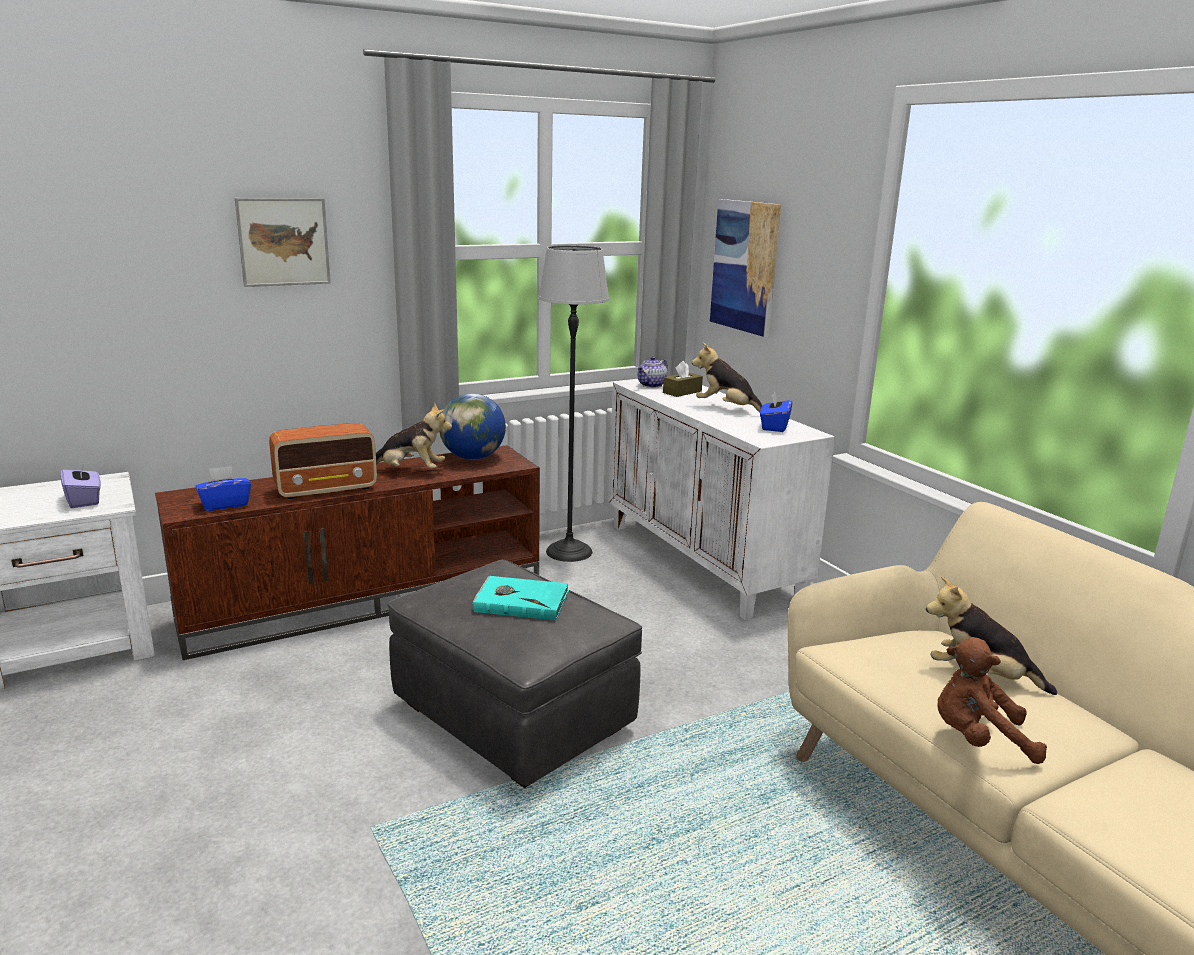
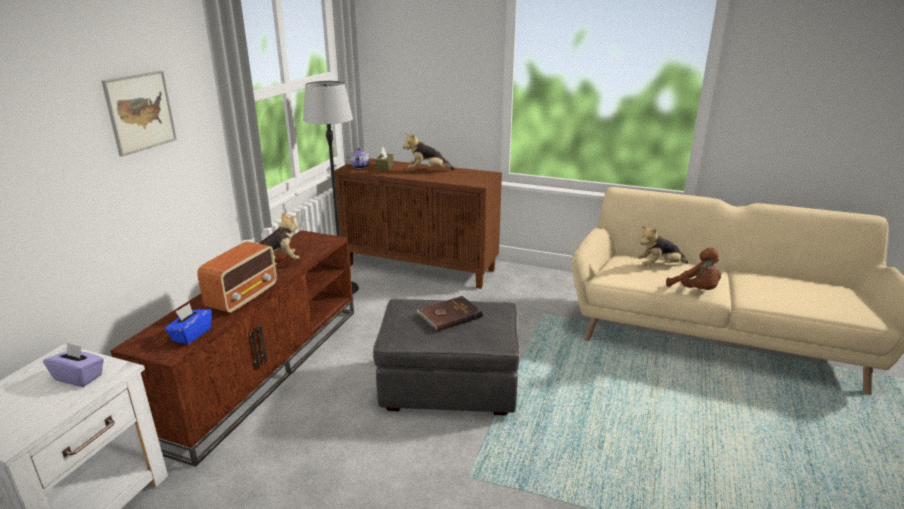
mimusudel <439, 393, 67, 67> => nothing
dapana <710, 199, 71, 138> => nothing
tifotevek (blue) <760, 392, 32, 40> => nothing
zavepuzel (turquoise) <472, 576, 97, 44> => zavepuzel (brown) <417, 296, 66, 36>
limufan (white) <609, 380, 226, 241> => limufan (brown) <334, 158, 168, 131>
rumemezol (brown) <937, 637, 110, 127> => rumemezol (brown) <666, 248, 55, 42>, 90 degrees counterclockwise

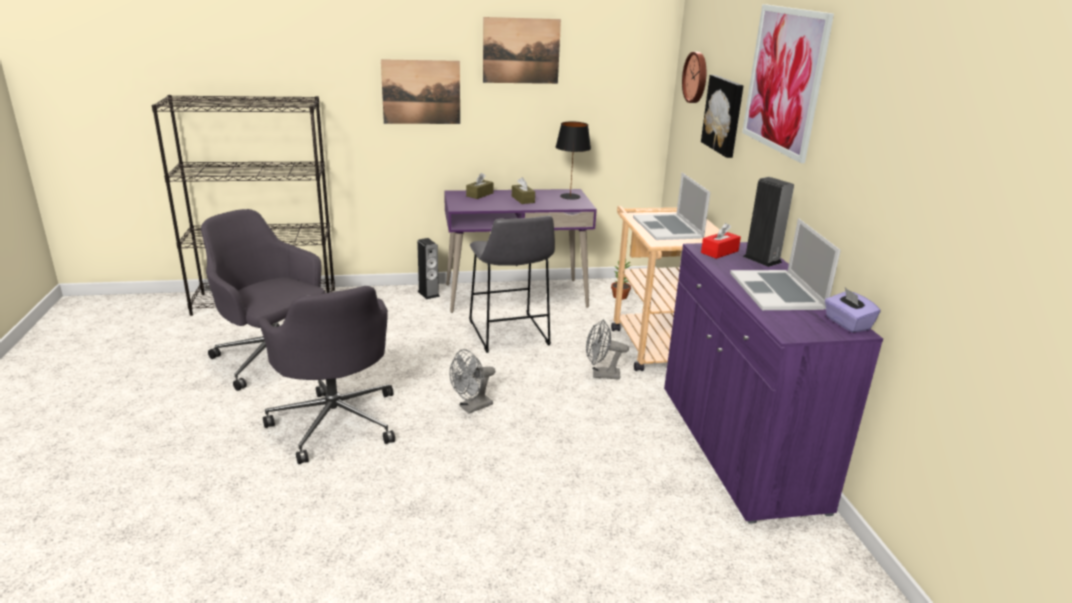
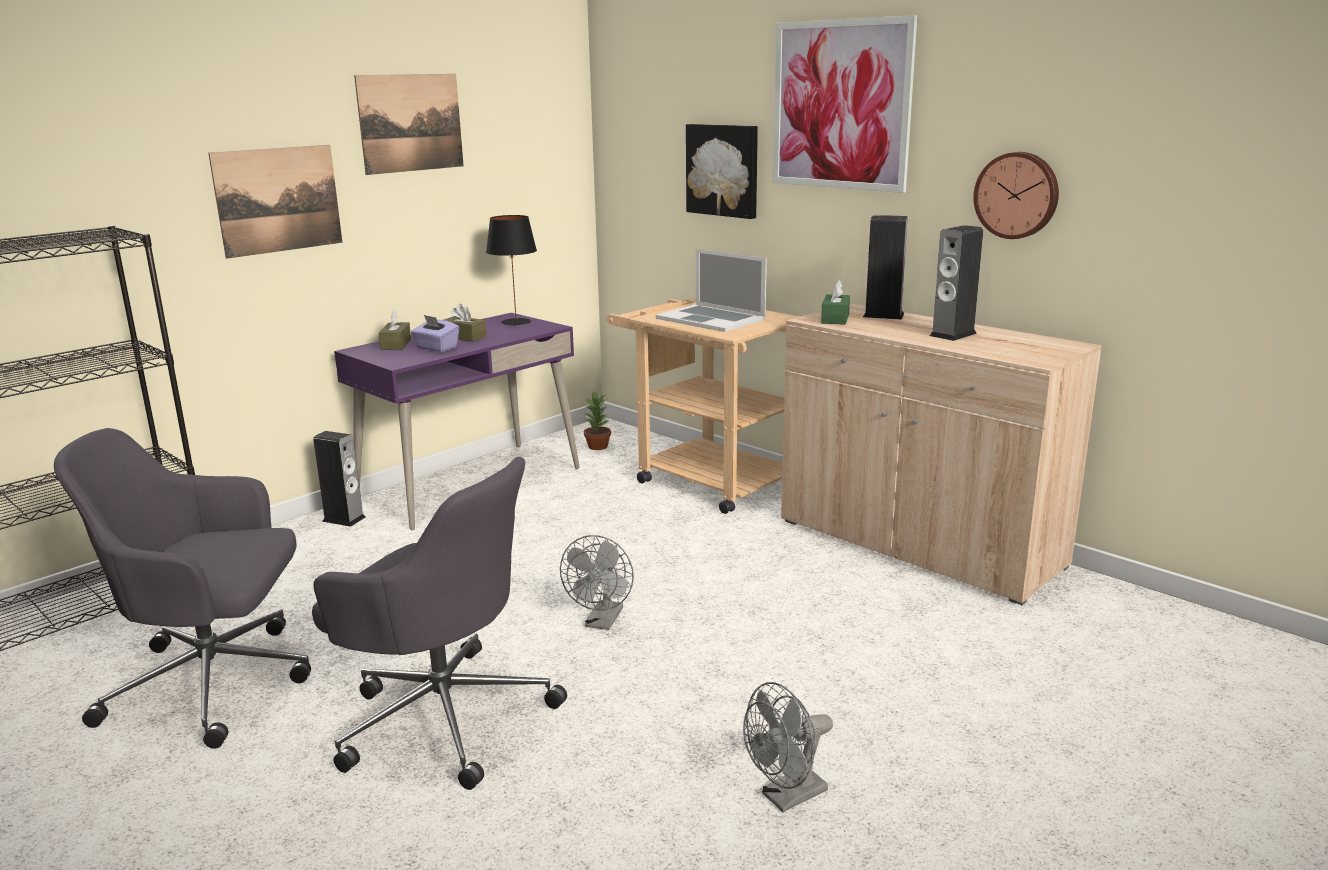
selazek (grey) <469, 216, 86, 137> => nothing
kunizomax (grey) <586, 320, 43, 59> => kunizomax (grey) <743, 682, 90, 130>, shifted
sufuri <682, 52, 24, 51> => sufuri <973, 152, 86, 87>, shifted
tifotevek (purple) <825, 288, 56, 45> => tifotevek (purple) <411, 315, 48, 37>, shifted
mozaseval <730, 218, 111, 92> => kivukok <930, 225, 53, 116>
limufan (purple) <664, 242, 219, 282> => limufan (beige) <781, 303, 321, 302>
tifotevek (red) <701, 223, 40, 36> => tifotevek (green) <821, 281, 29, 44>

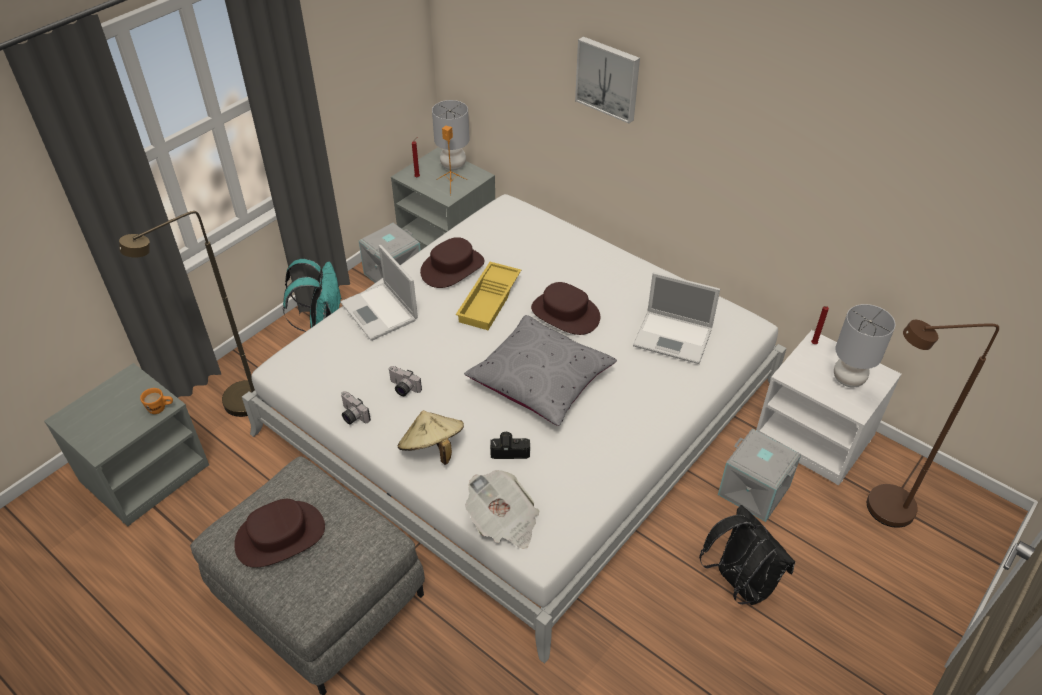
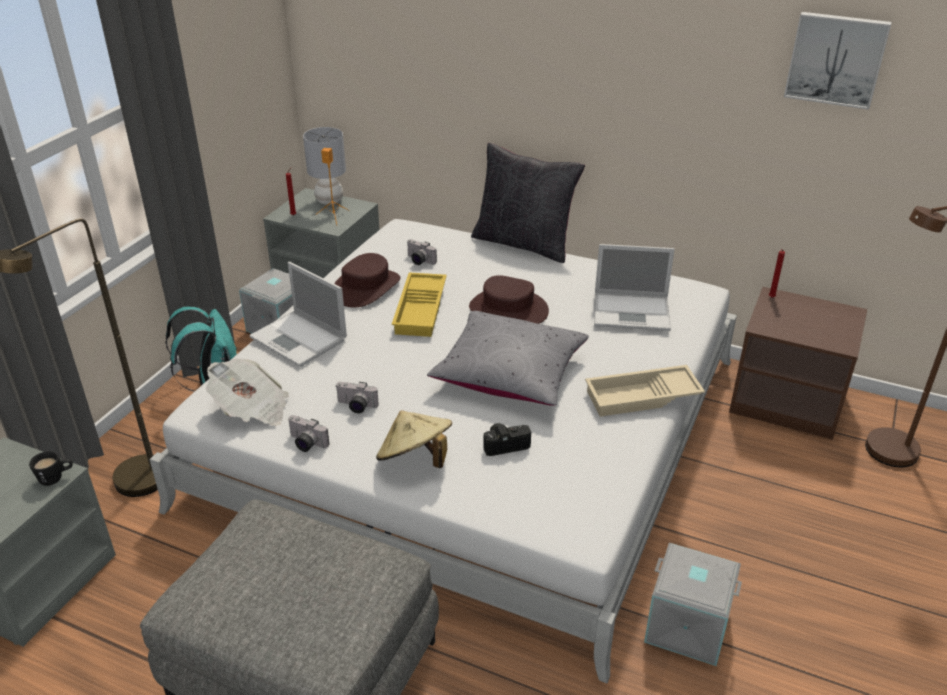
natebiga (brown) <234, 499, 91, 69> => nothing
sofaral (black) <699, 505, 96, 100> => nothing
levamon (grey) <834, 304, 61, 83> => nothing
nothing => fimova <407, 239, 30, 26>
nothing => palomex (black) <471, 143, 114, 120>
nothing => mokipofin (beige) <585, 365, 120, 52>
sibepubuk <465, 470, 75, 79> => sibepubuk <206, 359, 83, 67>, shifted
dapana <575, 36, 65, 87> => dapana <784, 12, 108, 98>, shifted
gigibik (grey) <718, 429, 83, 93> => gigibik (grey) <644, 543, 98, 123>, shifted
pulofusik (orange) <140, 388, 33, 26> => pulofusik (black) <29, 451, 44, 35>
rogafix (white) <756, 330, 145, 156> => rogafix (brown) <729, 287, 138, 153>

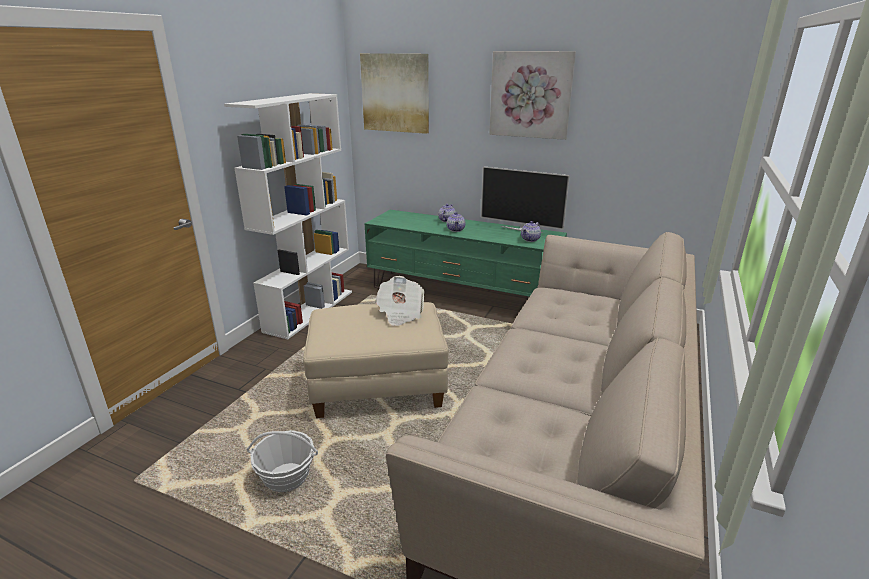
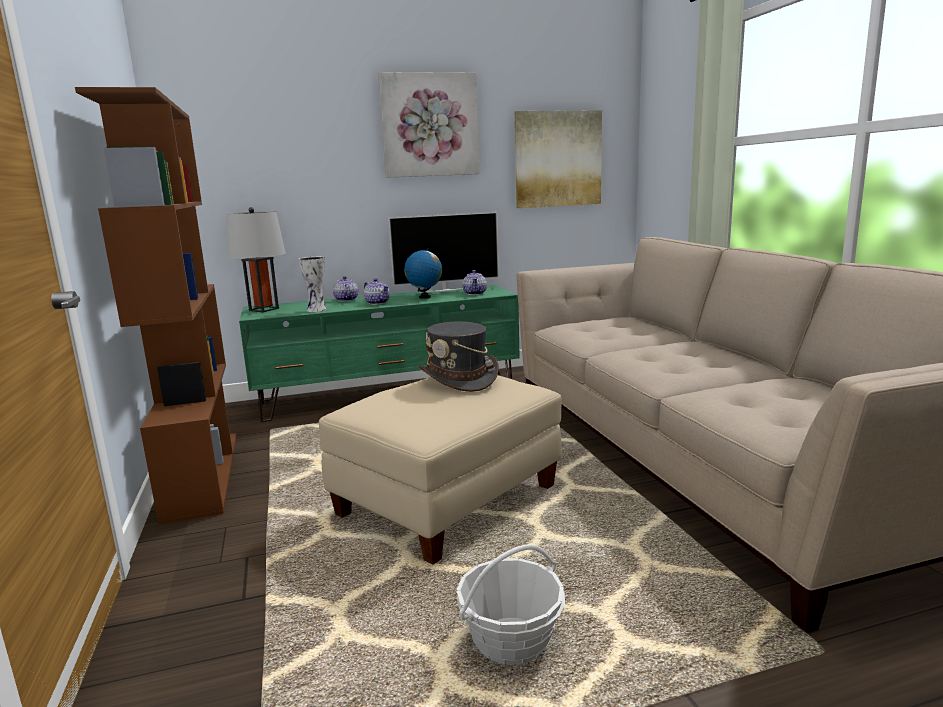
nothing => levamon (grey) <227, 207, 59, 105>
nothing => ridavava <298, 257, 29, 55>
nothing => mimusudel <404, 248, 38, 51>
dapana <360, 53, 69, 81> => dapana <515, 110, 87, 98>, shifted
sibepubuk <375, 276, 50, 50> => natebiga (grey) <419, 321, 80, 71>
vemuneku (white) <224, 93, 128, 246> => vemuneku (brown) <75, 87, 161, 438>

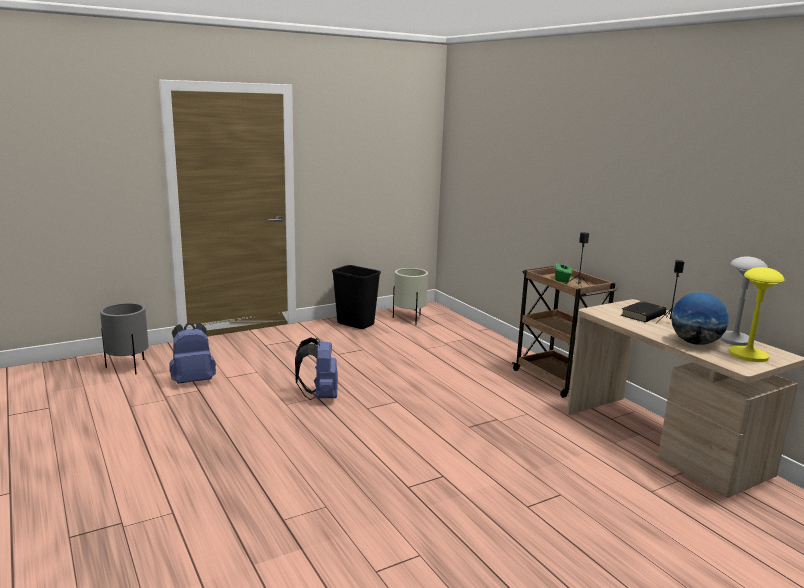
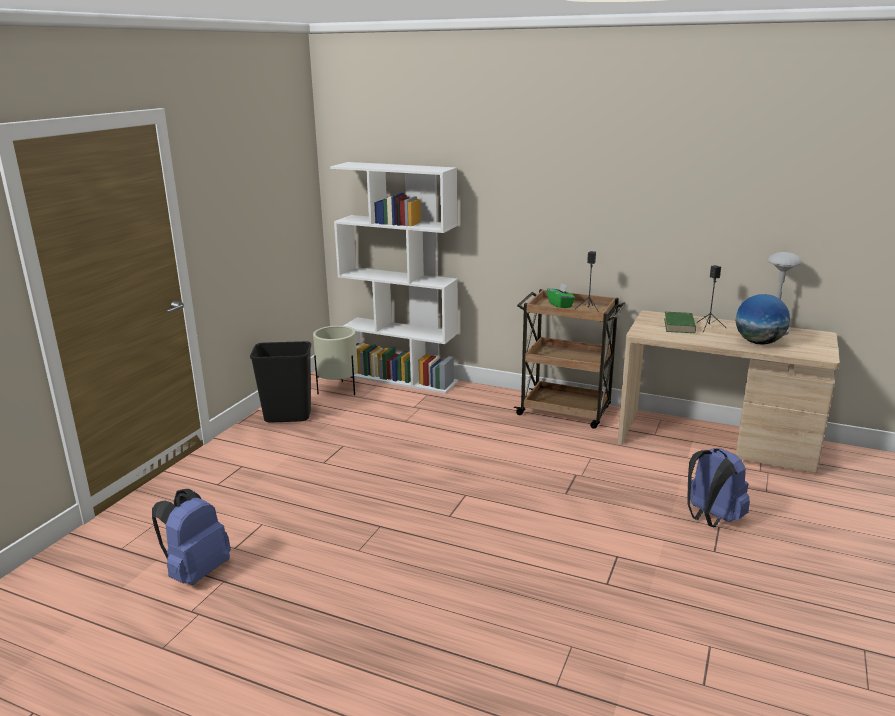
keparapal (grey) <100, 303, 49, 71> => nothing
levamon (yellow) <729, 267, 56, 95> => nothing
nothing => vemuneku (white) <330, 162, 128, 232>
sofaral (blue) <295, 337, 43, 63> => sofaral (blue) <687, 448, 63, 79>, shifted
zavepuzel (black) <621, 301, 45, 21> => zavepuzel (green) <664, 312, 32, 21>

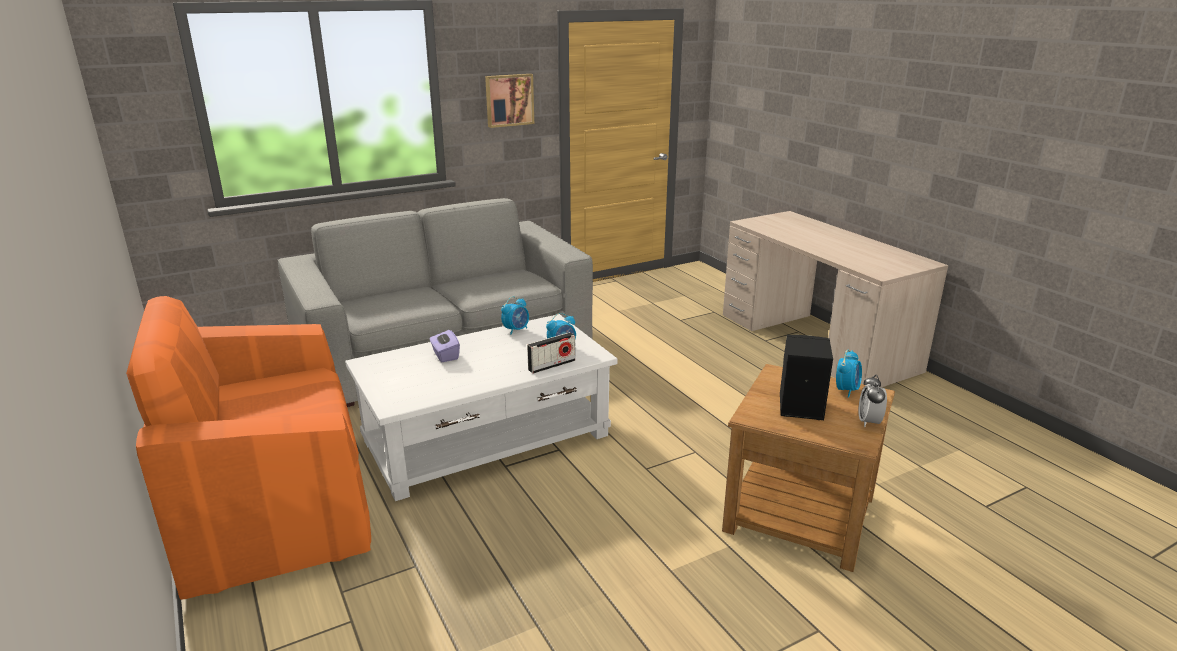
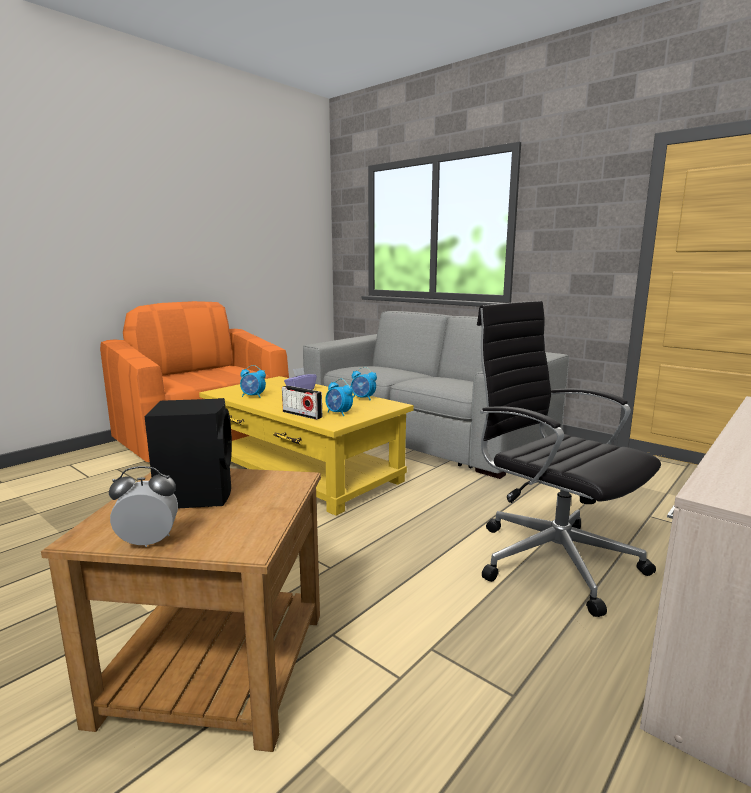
dapana <485, 74, 49, 54> => nothing
nothing => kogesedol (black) <477, 301, 184, 316>
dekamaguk <836, 350, 26, 48> => dekamaguk <240, 365, 26, 33>, shifted
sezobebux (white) <345, 314, 272, 187> => sezobebux (yellow) <199, 376, 215, 140>

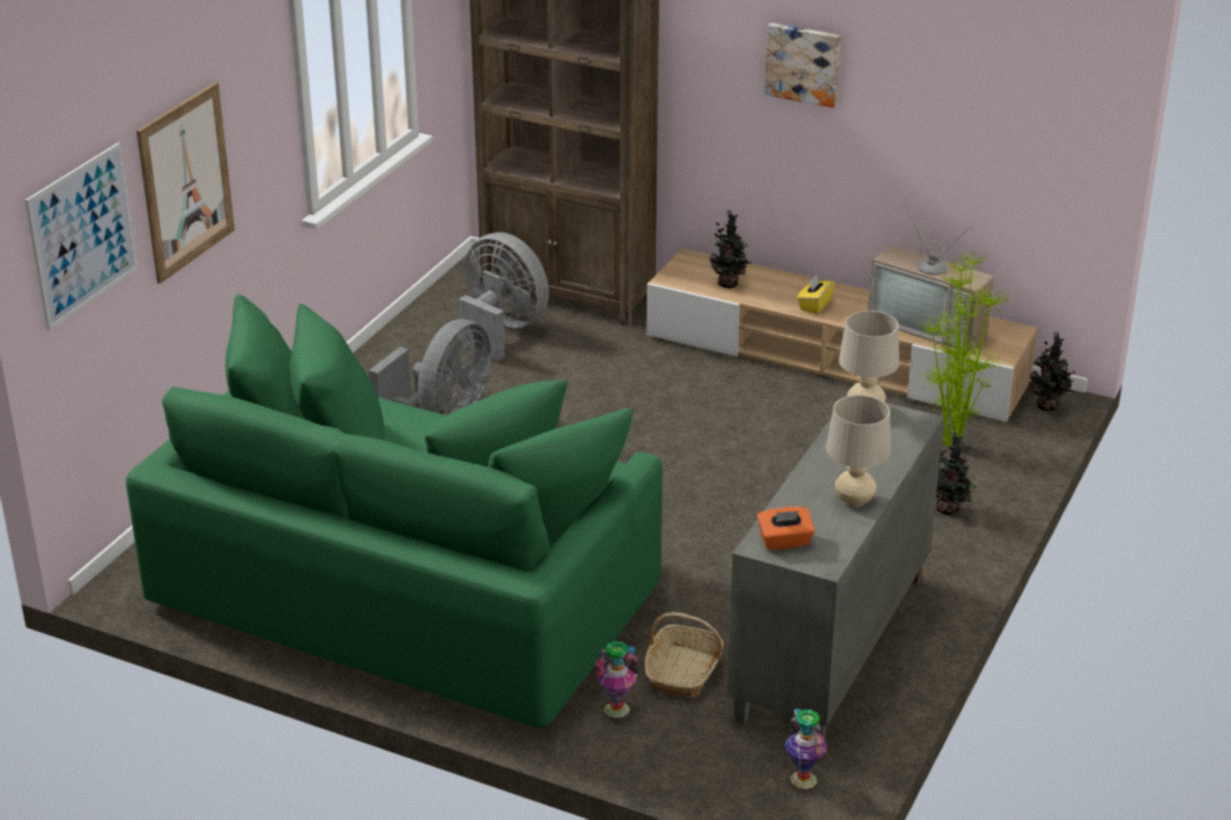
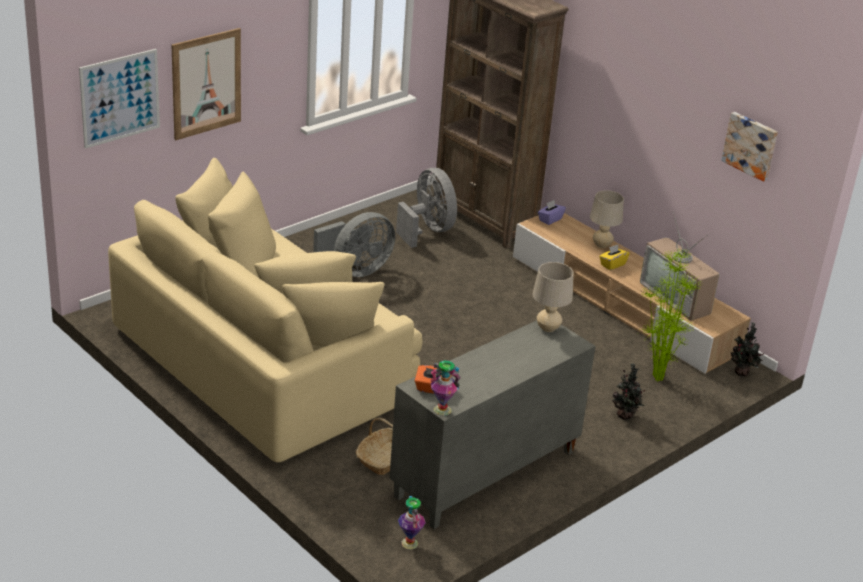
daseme <709, 209, 43, 79> => nothing
nothing => tifotevek (purple) <538, 200, 28, 25>
ridavava <595, 641, 43, 77> => ridavava <430, 361, 31, 55>, shifted
dapana <765, 23, 76, 85> => dapana <721, 112, 57, 70>, shifted
levamon (beige) <826, 395, 65, 112> => levamon (beige) <590, 191, 34, 57>, shifted
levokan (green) <126, 294, 537, 434> => levokan (beige) <108, 158, 315, 304>

